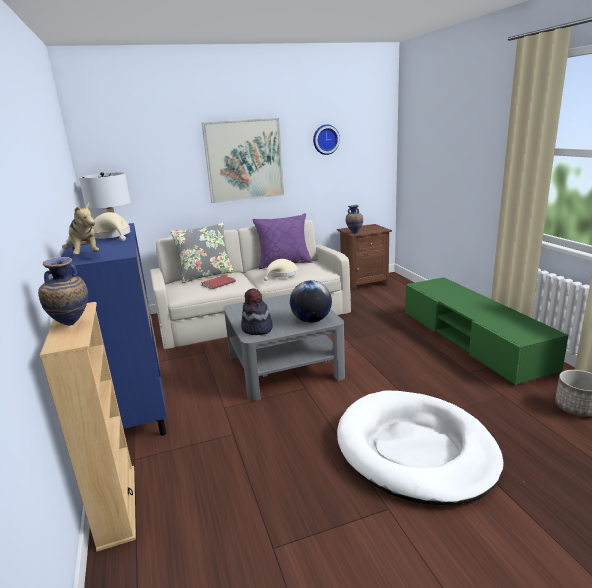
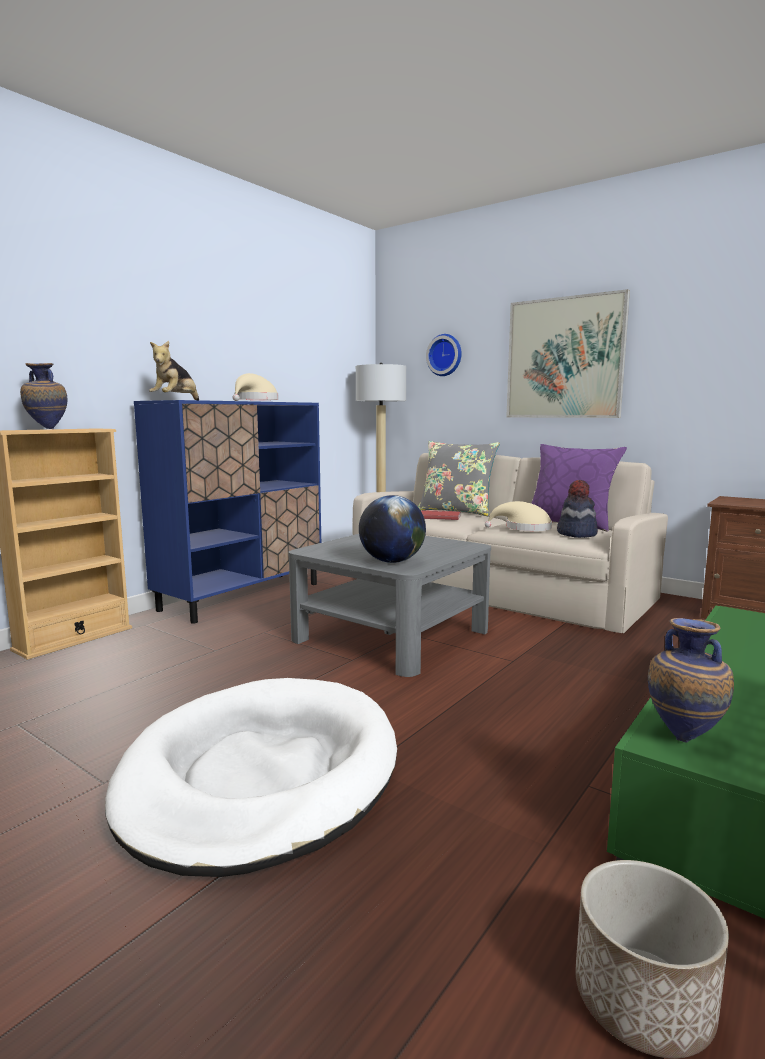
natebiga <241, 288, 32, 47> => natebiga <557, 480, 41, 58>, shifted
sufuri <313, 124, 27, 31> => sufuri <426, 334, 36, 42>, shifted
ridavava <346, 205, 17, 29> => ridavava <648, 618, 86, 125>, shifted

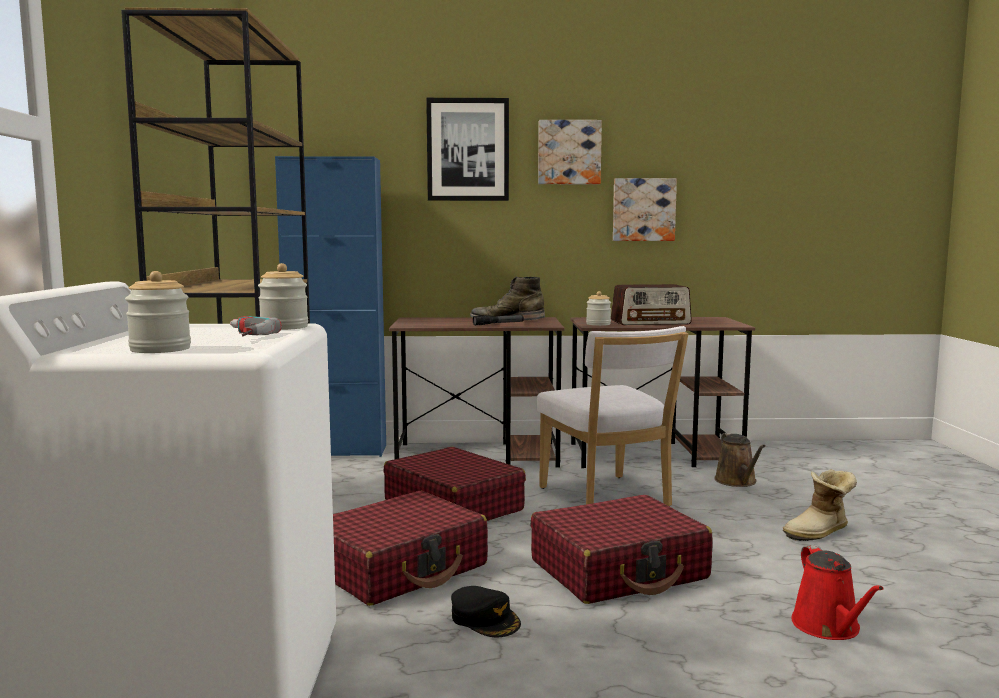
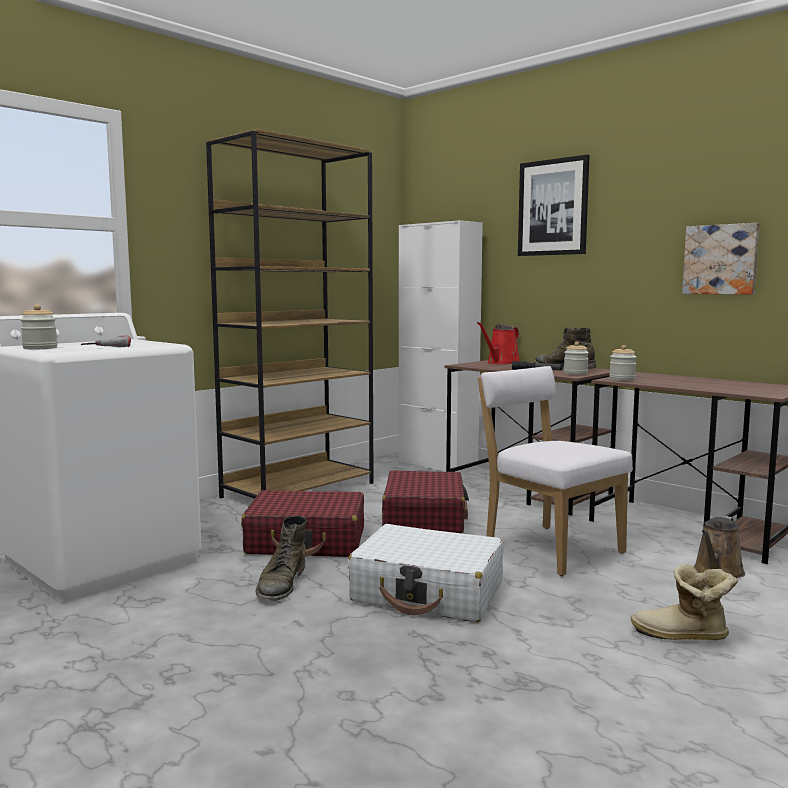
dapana <538, 120, 64, 64> => nothing
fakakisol <611, 284, 81, 41> => nothing
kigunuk <258, 263, 50, 67> => kigunuk <564, 342, 25, 33>, shifted
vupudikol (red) <791, 545, 93, 95> => vupudikol (red) <477, 322, 43, 42>, shifted
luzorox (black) <451, 586, 70, 51> => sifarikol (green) <255, 516, 52, 85>
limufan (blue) <275, 156, 111, 301> => limufan (white) <399, 220, 84, 254>
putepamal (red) <531, 495, 182, 109> => putepamal (white) <348, 524, 156, 99>
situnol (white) <537, 326, 151, 180> => situnol (white) <478, 366, 155, 210>, 120 degrees clockwise

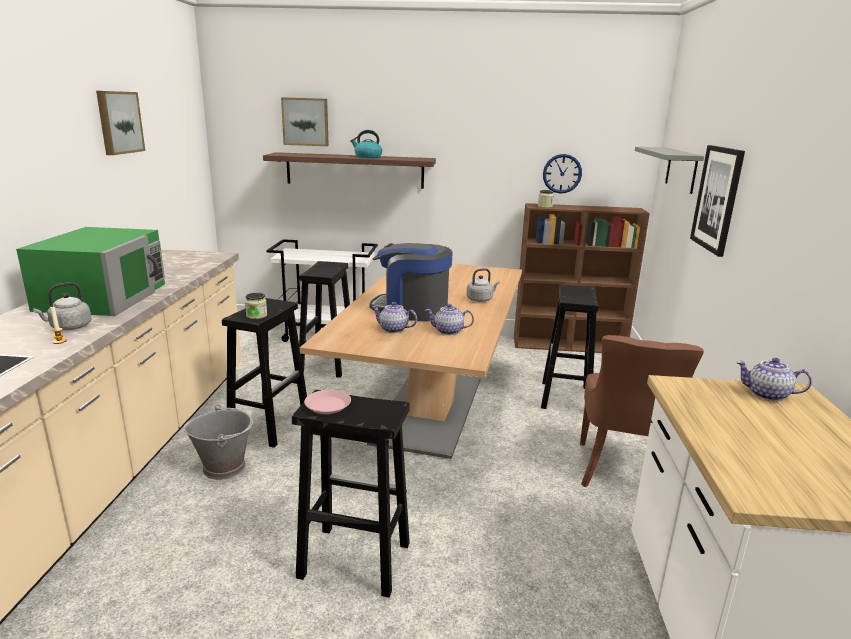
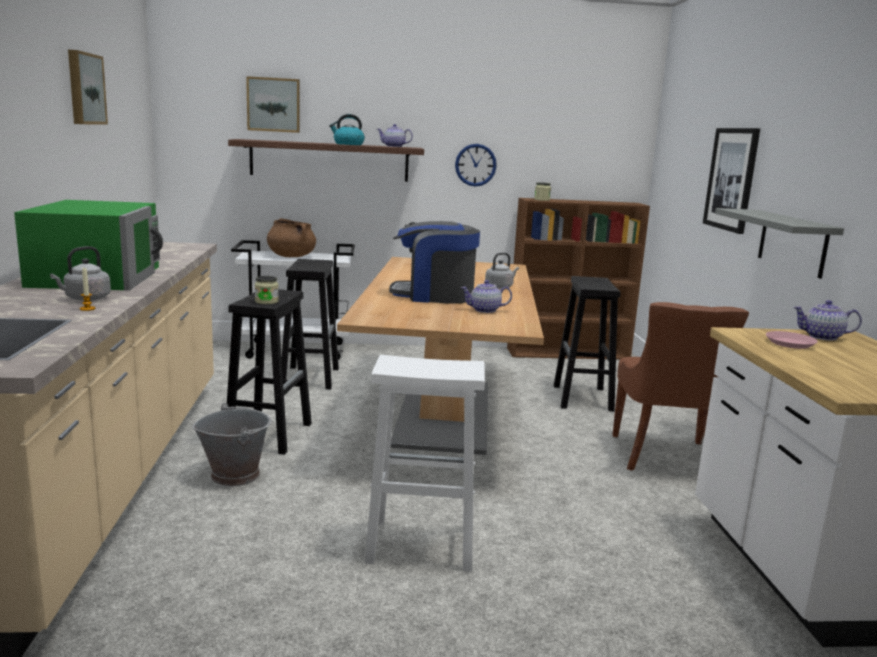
nothing => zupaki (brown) <267, 218, 49, 39>
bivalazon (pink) <304, 390, 47, 24> => bivalazon (pink) <766, 331, 52, 18>, shifted
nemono <372, 302, 45, 31> => nemono <377, 124, 36, 23>, shifted
sufuri <543, 154, 39, 40> => sufuri <455, 144, 42, 42>, shifted
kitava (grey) <635, 147, 69, 47> => kitava (grey) <715, 208, 129, 71>, shifted
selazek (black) <292, 390, 118, 208> => selazek (white) <365, 355, 120, 217>

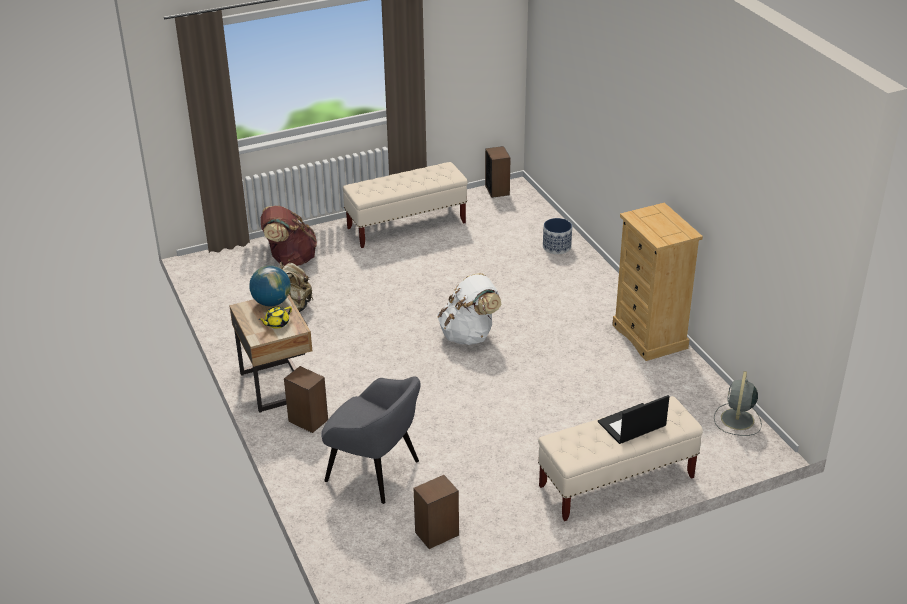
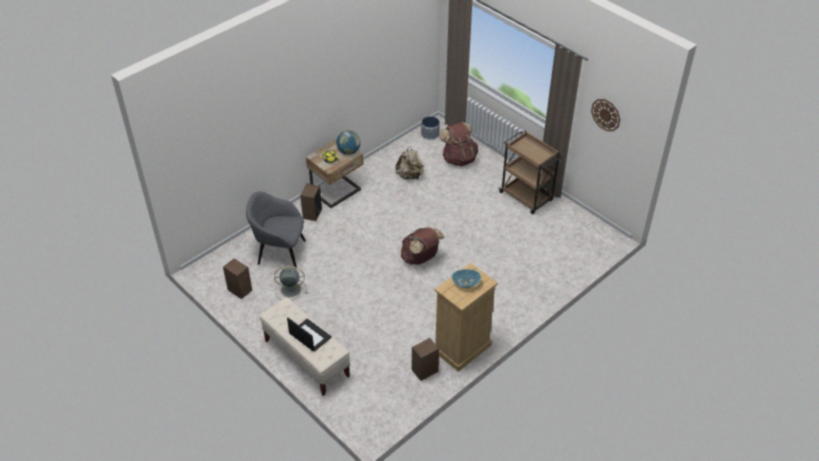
nothing => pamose <452, 269, 29, 19>
nothing => sufuri <591, 99, 29, 32>
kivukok <485, 146, 25, 52> => kivukok <412, 338, 27, 43>, shifted
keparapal <543, 218, 29, 36> => keparapal <421, 116, 19, 24>, shifted
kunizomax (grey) <714, 371, 48, 65> => kunizomax (grey) <274, 266, 33, 35>, shifted
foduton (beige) <343, 162, 125, 86> => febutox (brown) <498, 131, 64, 83>
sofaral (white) <437, 273, 65, 72> => sofaral (brown) <401, 227, 44, 38>
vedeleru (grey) <321, 376, 100, 128> => vedeleru (grey) <246, 191, 60, 76>, 90 degrees clockwise

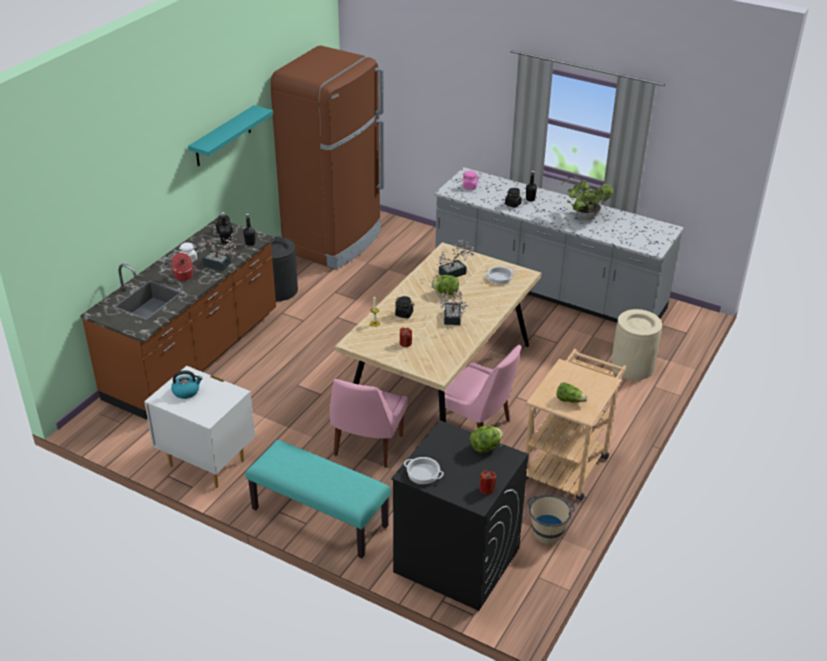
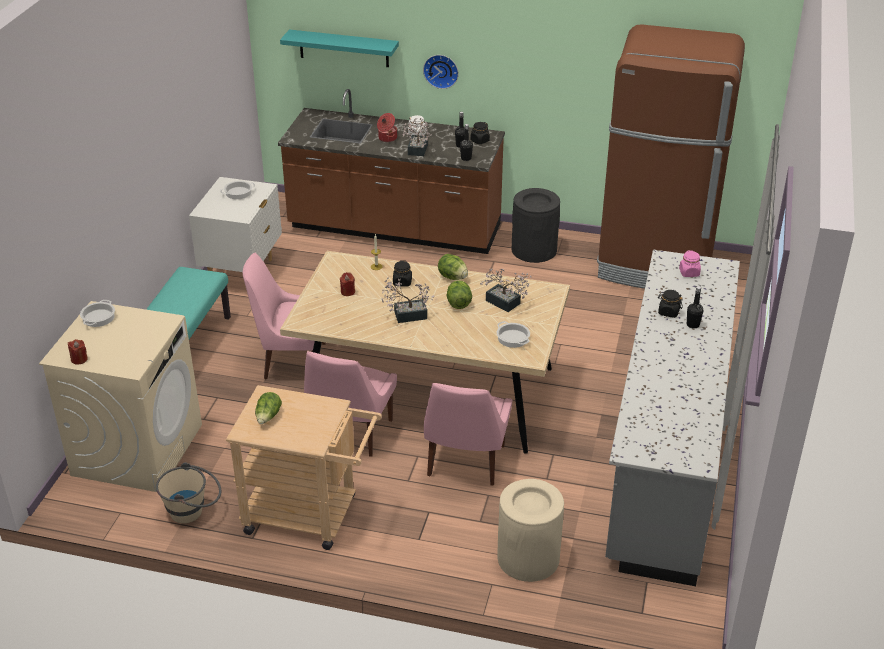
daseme <561, 176, 53, 43> => nothing
nothing => sufuri <423, 55, 36, 34>
nothing => situnol (pink) <424, 383, 88, 103>
kitava (turquoise) <188, 105, 85, 62> => kitava (turquoise) <280, 30, 119, 37>, shifted
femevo <470, 426, 33, 27> => femevo <438, 254, 30, 26>, shifted
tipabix <171, 370, 31, 29> => zupaki <220, 181, 35, 18>
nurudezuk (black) <391, 420, 138, 191> => nurudezuk (beige) <39, 301, 163, 191>

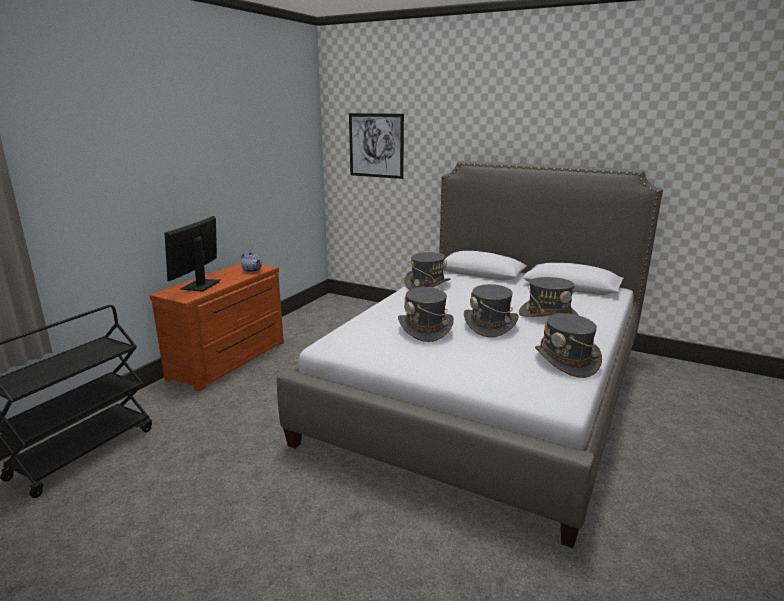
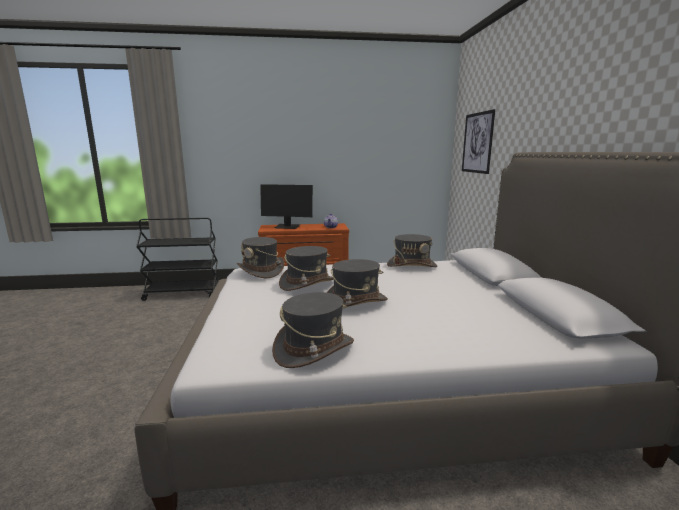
natebiga (grey) <519, 277, 59, 40> => natebiga (grey) <237, 237, 48, 41>, shifted
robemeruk <165, 216, 55, 76> => robemeruk <260, 184, 53, 45>, 150 degrees counterclockwise

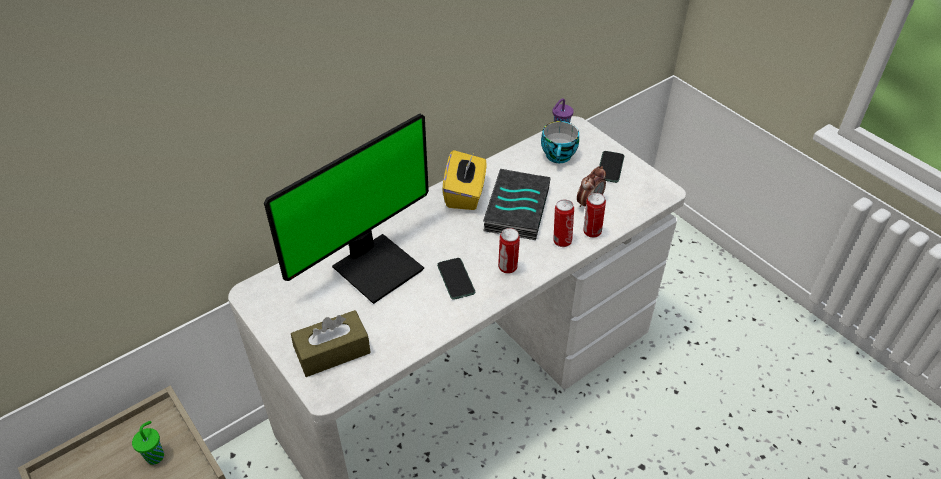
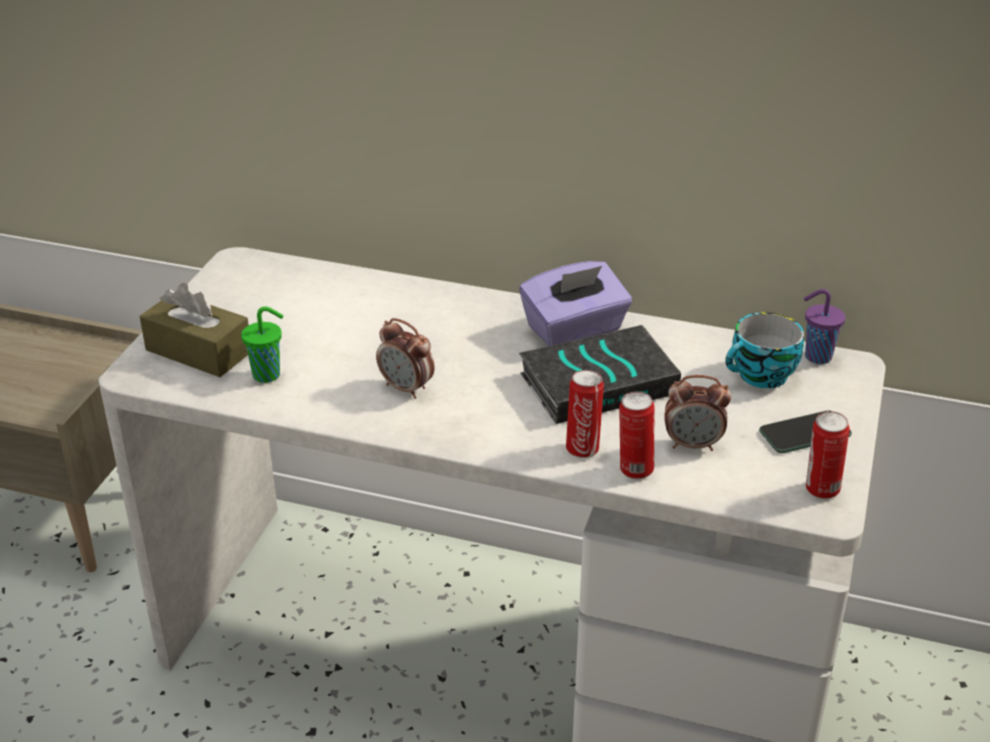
robemeruk <264, 113, 165, 191> => nothing
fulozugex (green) <132, 421, 32, 44> => fulozugex (green) <241, 307, 43, 76>, shifted
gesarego <498, 228, 22, 46> => gesarego <806, 411, 43, 88>, shifted
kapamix <437, 258, 38, 42> => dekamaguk <376, 318, 59, 81>
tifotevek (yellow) <442, 150, 44, 60> => tifotevek (purple) <519, 261, 113, 85>

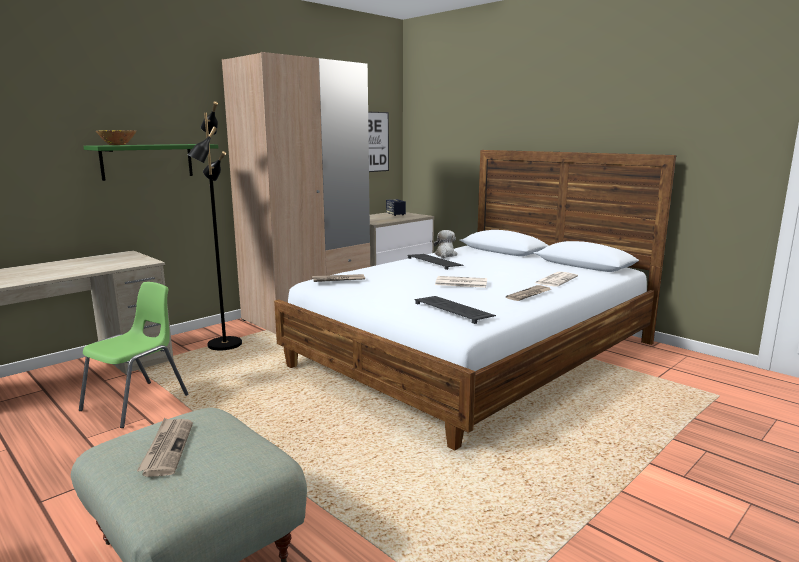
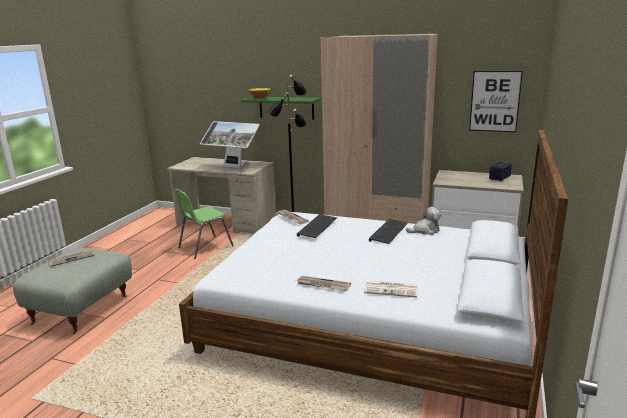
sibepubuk <435, 276, 52, 12> => nothing
nothing => robemeruk <200, 121, 60, 49>
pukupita <415, 296, 81, 28> => pukupita <297, 214, 40, 24>, shifted
situnol (green) <79, 282, 110, 146> => situnol (green) <175, 189, 59, 70>, 135 degrees clockwise

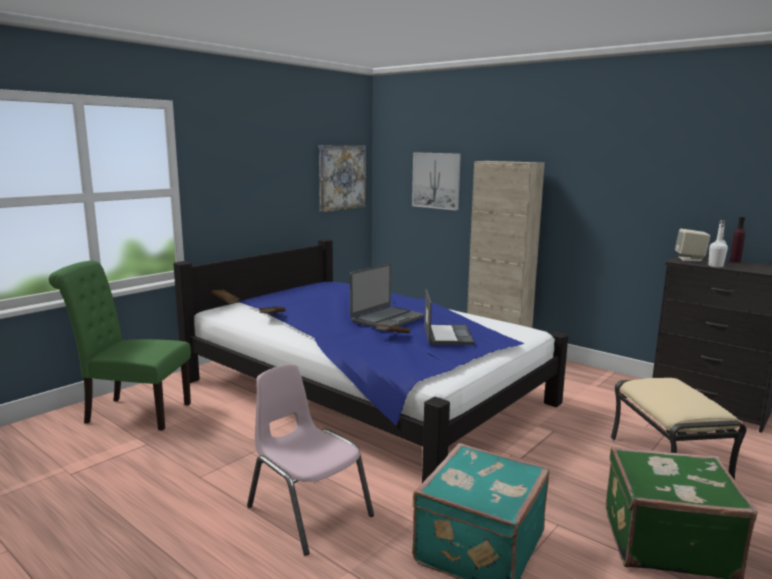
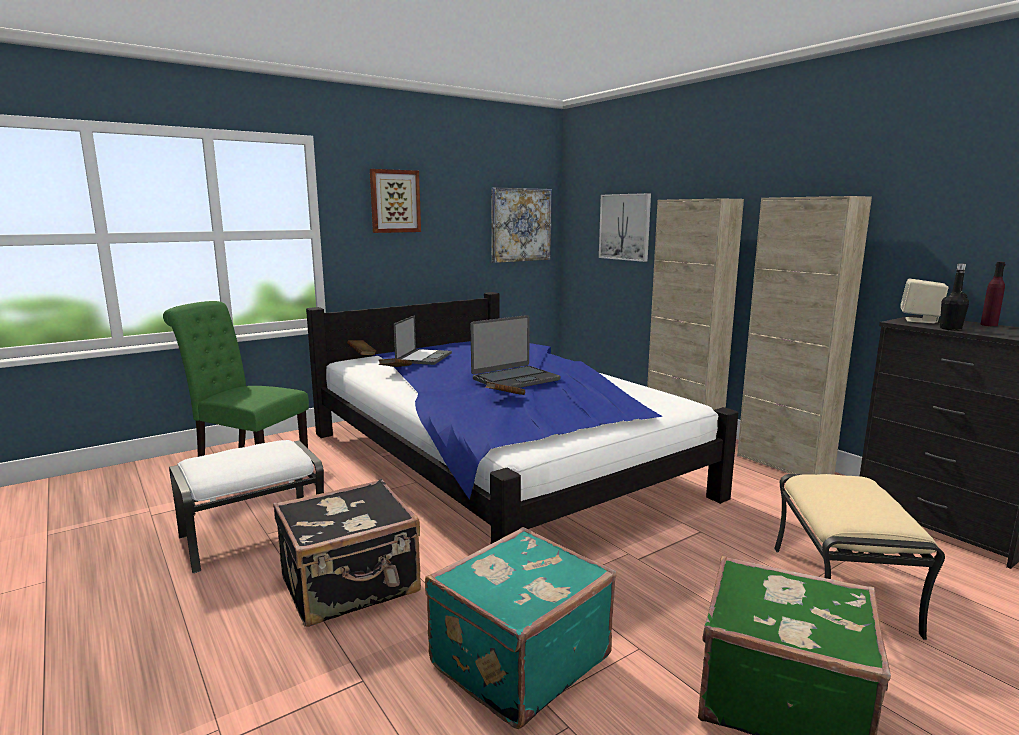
nothing => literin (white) <169, 440, 155, 133>
nothing => dapana <370, 169, 51, 64>
nothing => limufan (beige) <737, 196, 135, 279>
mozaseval <424, 289, 51, 56> => mozaseval <394, 315, 58, 50>, shifted
situnol (pink) <247, 364, 127, 192> => putepamal (black) <273, 479, 148, 148>
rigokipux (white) <709, 220, 19, 47> => rigokipux (black) <940, 263, 29, 68>

